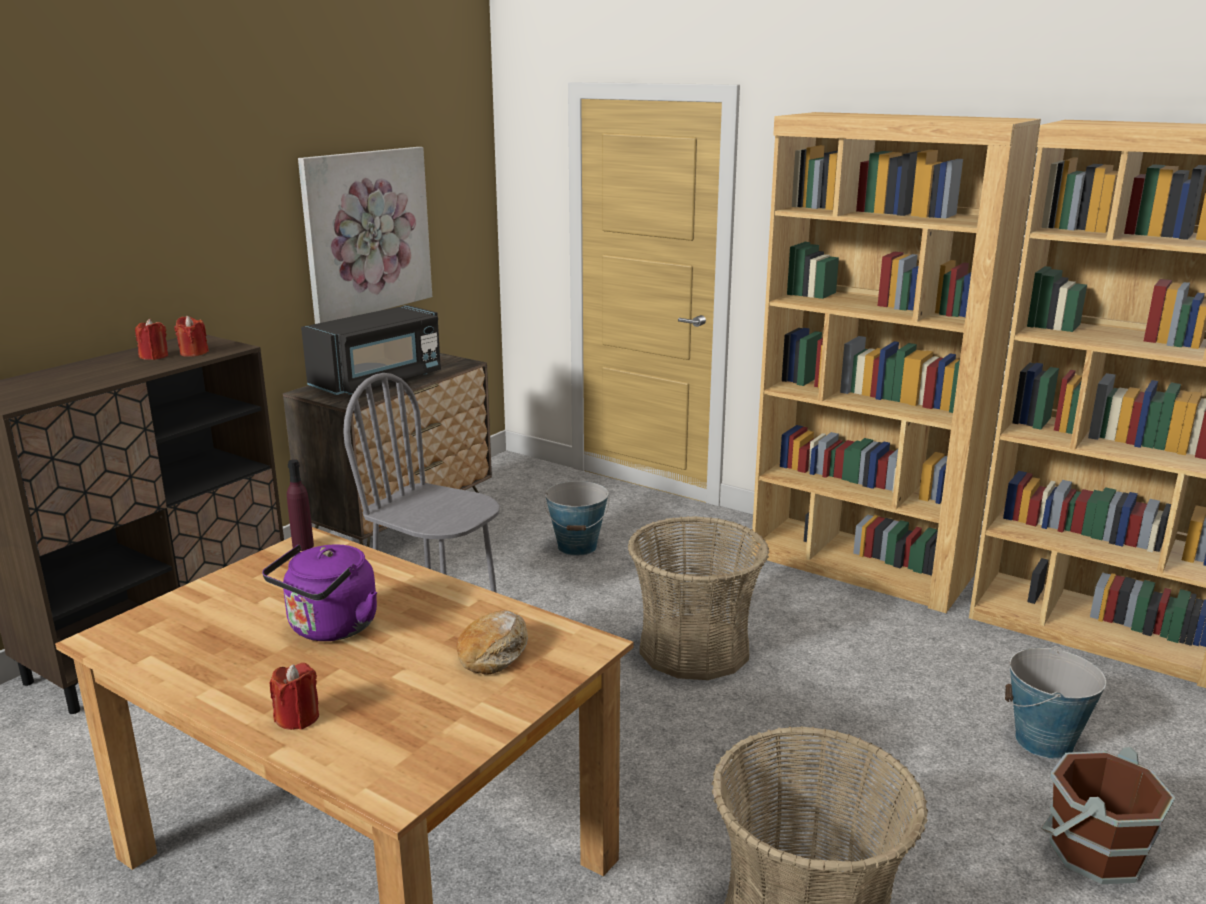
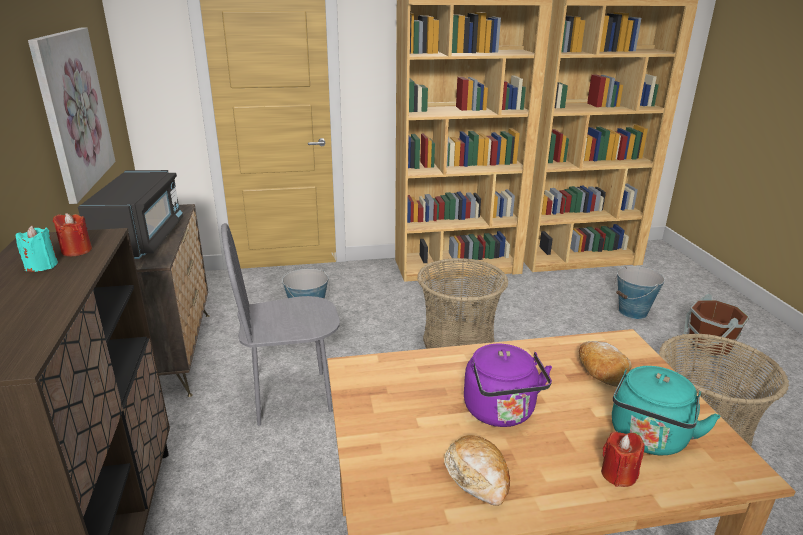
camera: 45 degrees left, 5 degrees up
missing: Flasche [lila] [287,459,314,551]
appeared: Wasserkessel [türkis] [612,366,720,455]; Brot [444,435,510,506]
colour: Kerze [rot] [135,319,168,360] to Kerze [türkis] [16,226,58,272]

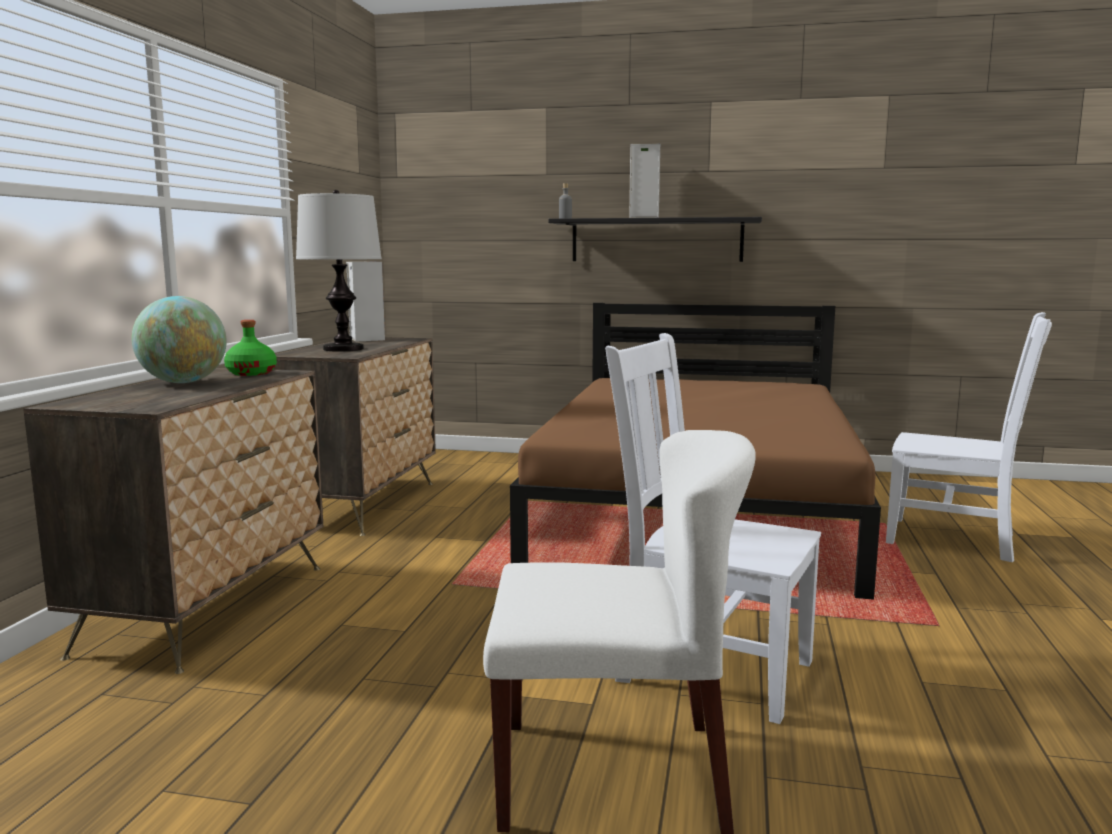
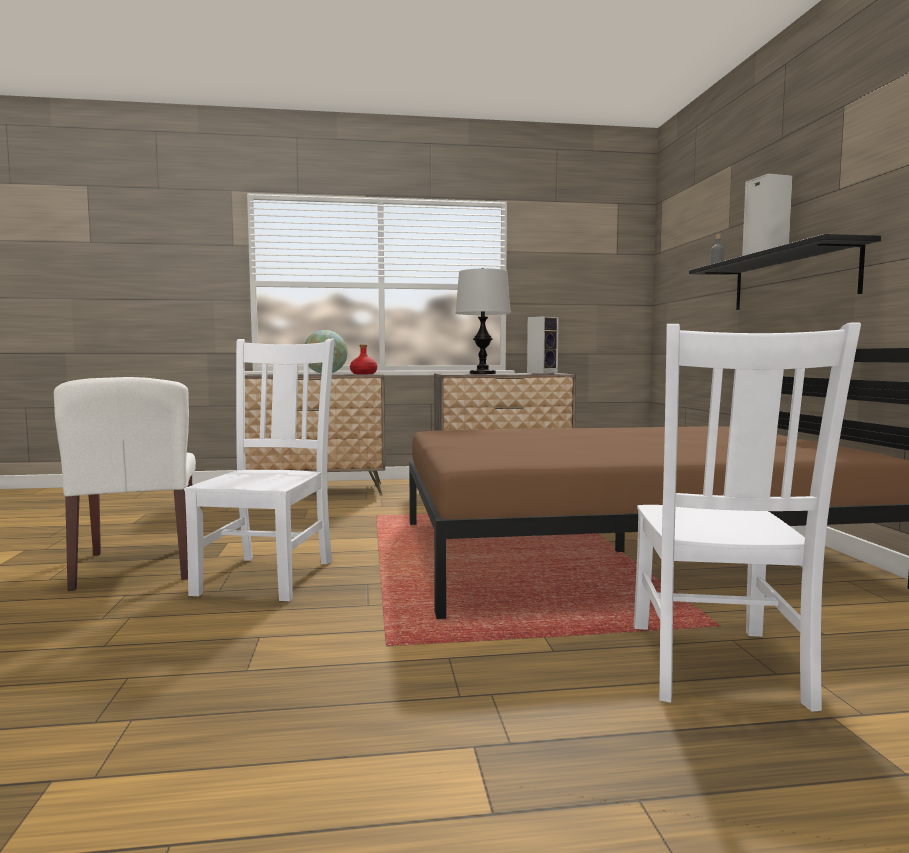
camera: 70 degrees right, 5 degrees down
colour: Flasche [grün] [224,320,277,376] to Flasche [rot] [350,344,377,374]

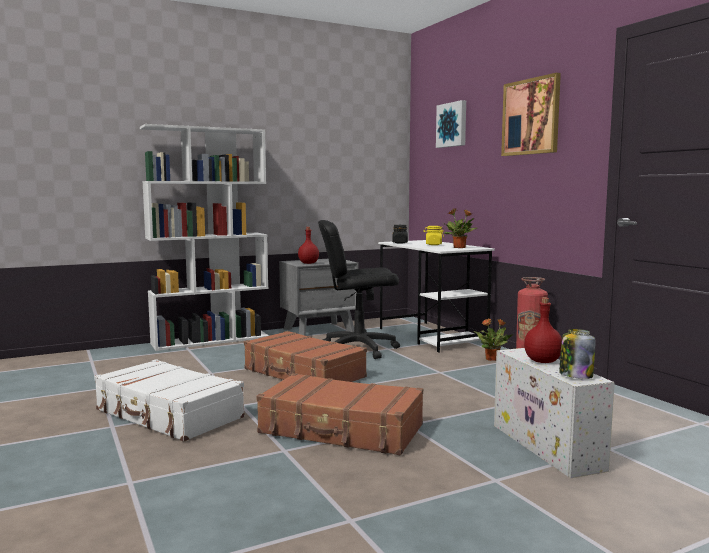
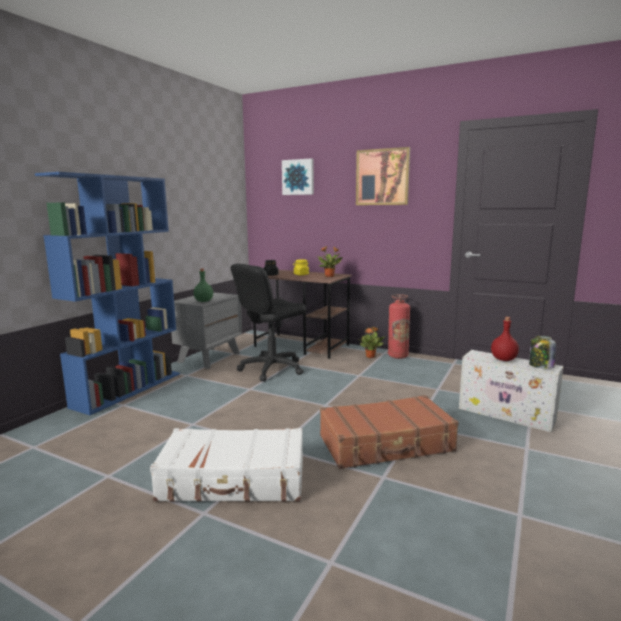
camera: 35 degrees left, 5 degrees up
missing: Koffer [braun] [244,331,367,382]
colour: Bücherregal [weiß] [140,124,269,351] to Bücherregal [blau] [35,172,180,415]; Flasche [rot] [298,227,319,264] to Flasche [grün] [194,269,213,302]; Schreibtisch [weiß] [378,240,495,352] to Schreibtisch [braun] [253,270,352,359]

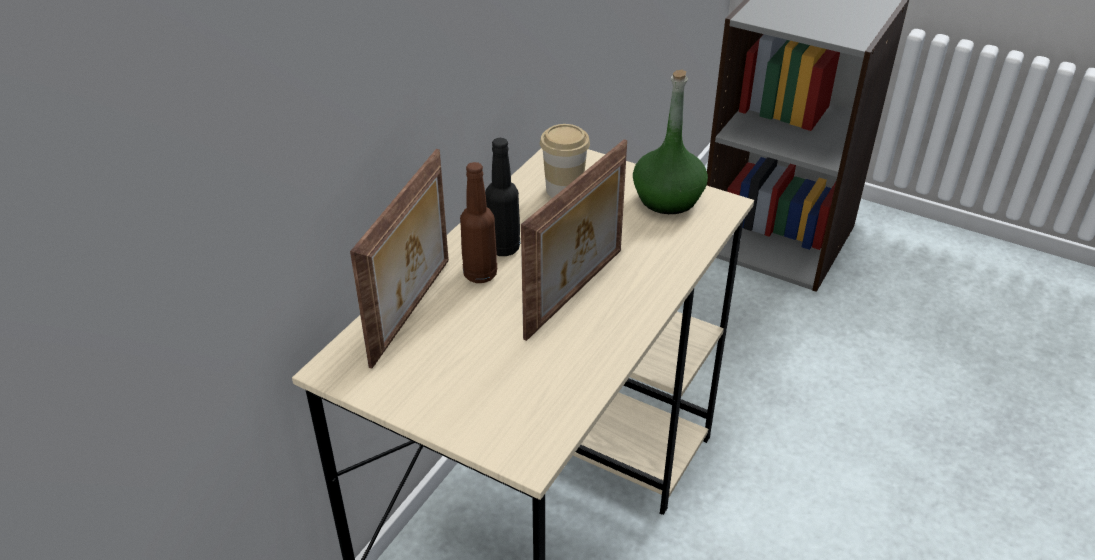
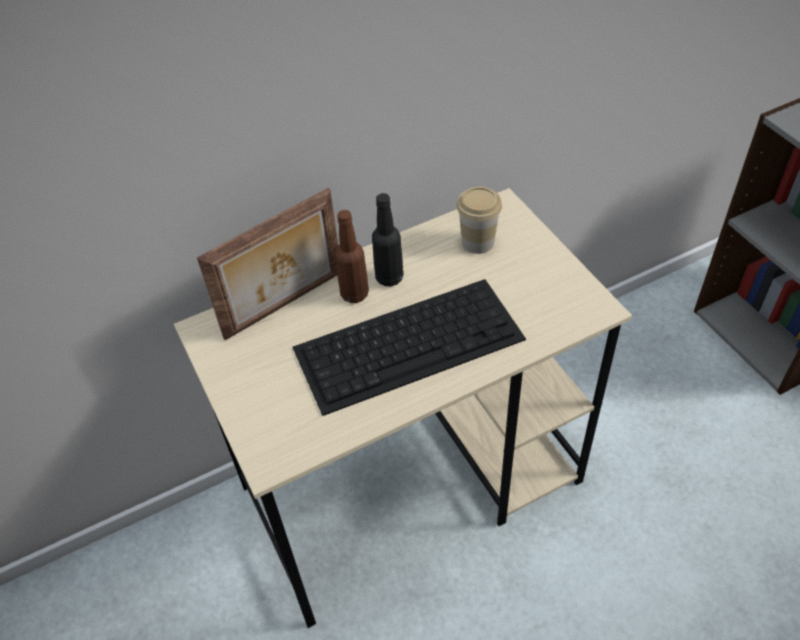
camera: 35 degrees right, 10 degrees up
missing: Flasche [grün] [633,70,708,214]
exchanged: Bilderrahmen [521,139,627,341] to Tastatur [293,279,526,416]

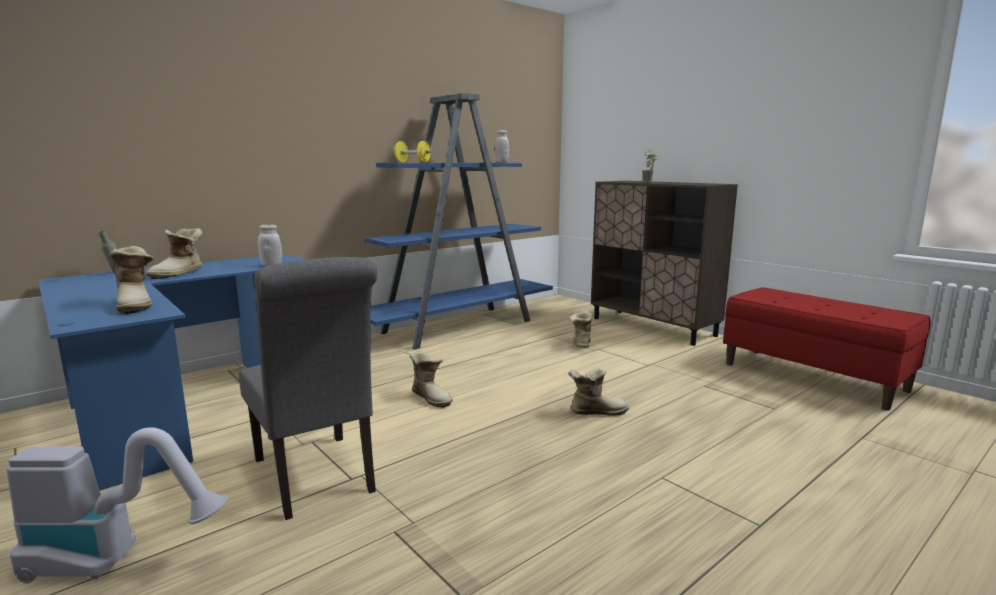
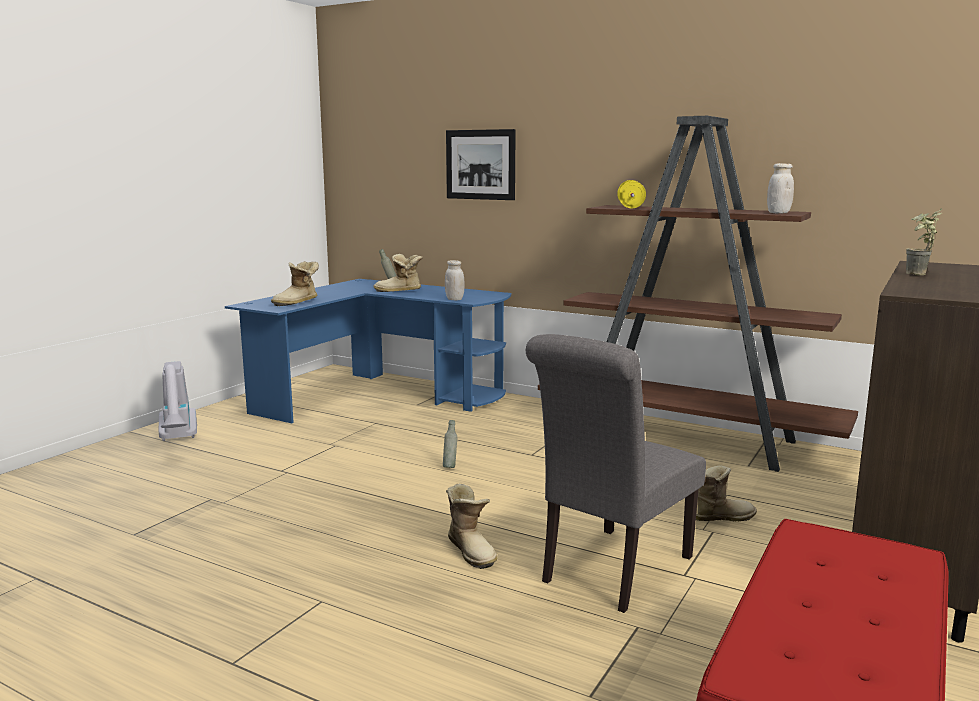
camera: 70 degrees right, 0 degrees up
appeared: Bild [446,129,516,200]
relocated: Stuhl [grau] [239,257,377,520] to [526,334,706,613]
exchanged: Stiefel [410,351,453,408] to Flasche [grau] [443,420,457,468]
colour: Bücherregal [blau] [364,93,553,350] to Bücherregal [braun] [538,116,858,472]

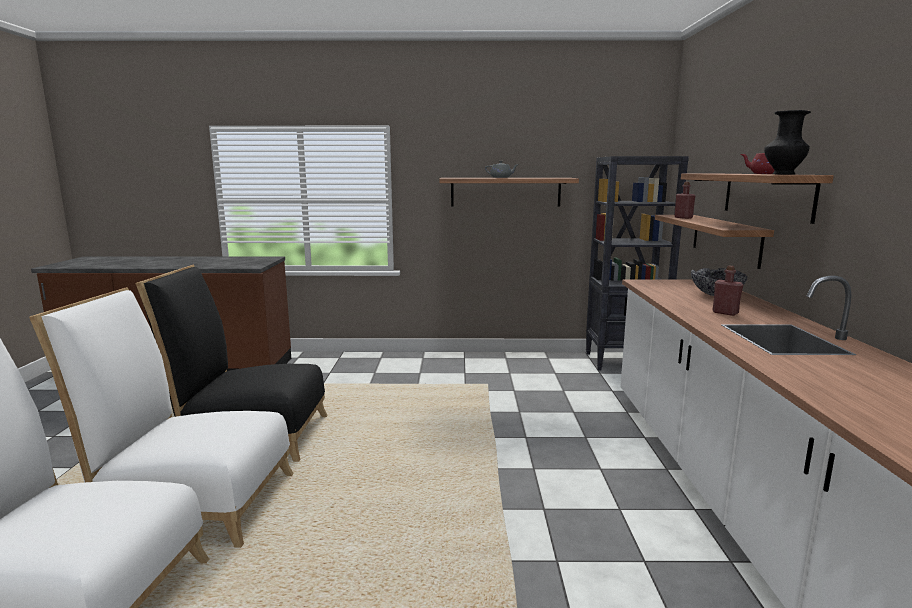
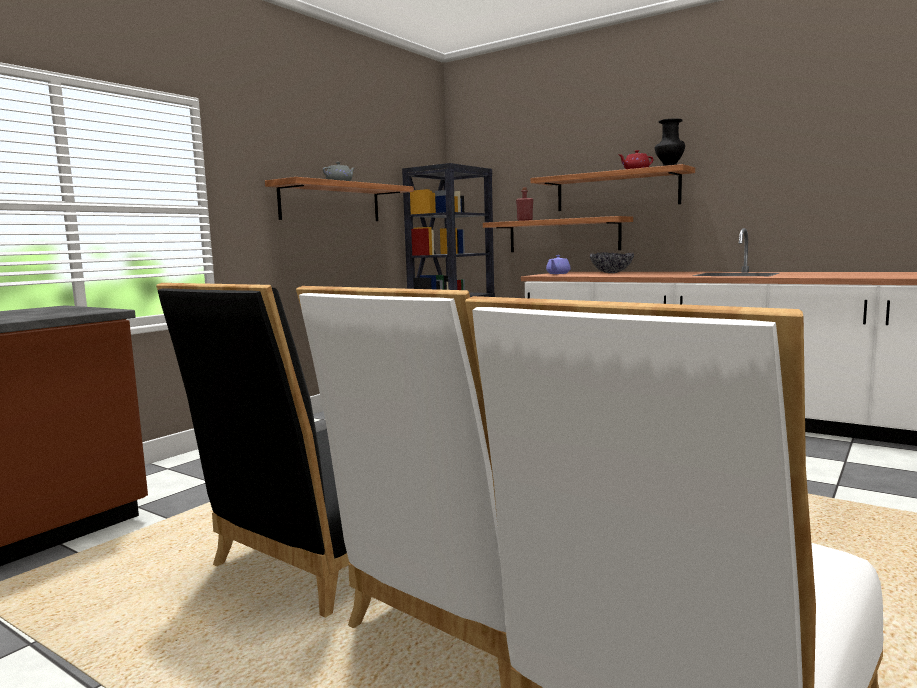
camera: 55 degrees left, 5 degrees down
missing: Flasche [rot] [712,266,743,316]
appeared: Teekanne [lila] [546,255,571,274]

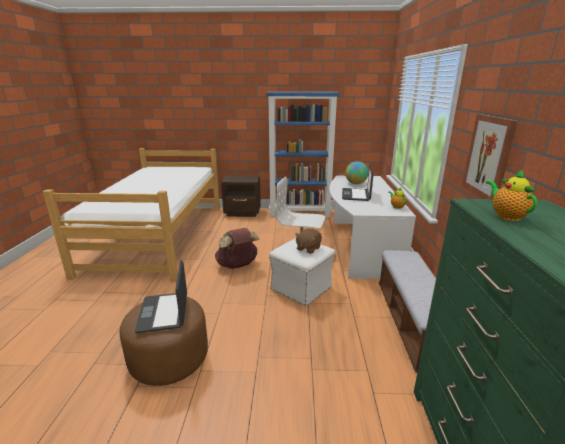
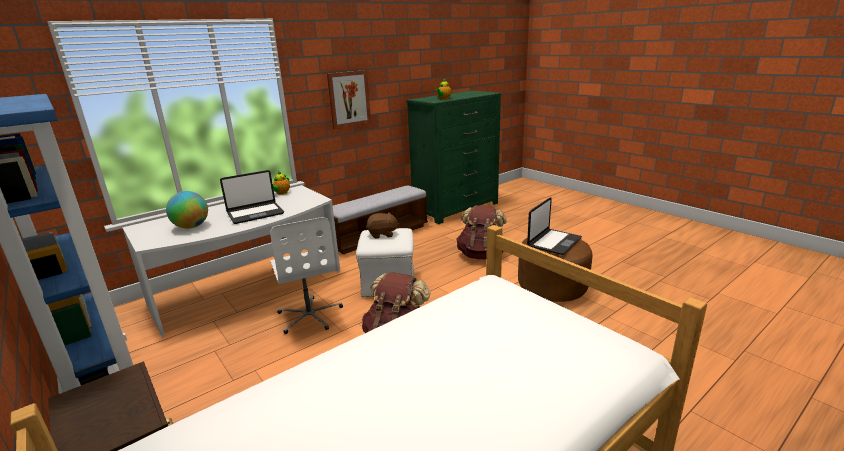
camera: 130 degrees left, 0 degrees up
appeared: Rucksack [braun] [456,205,507,259]

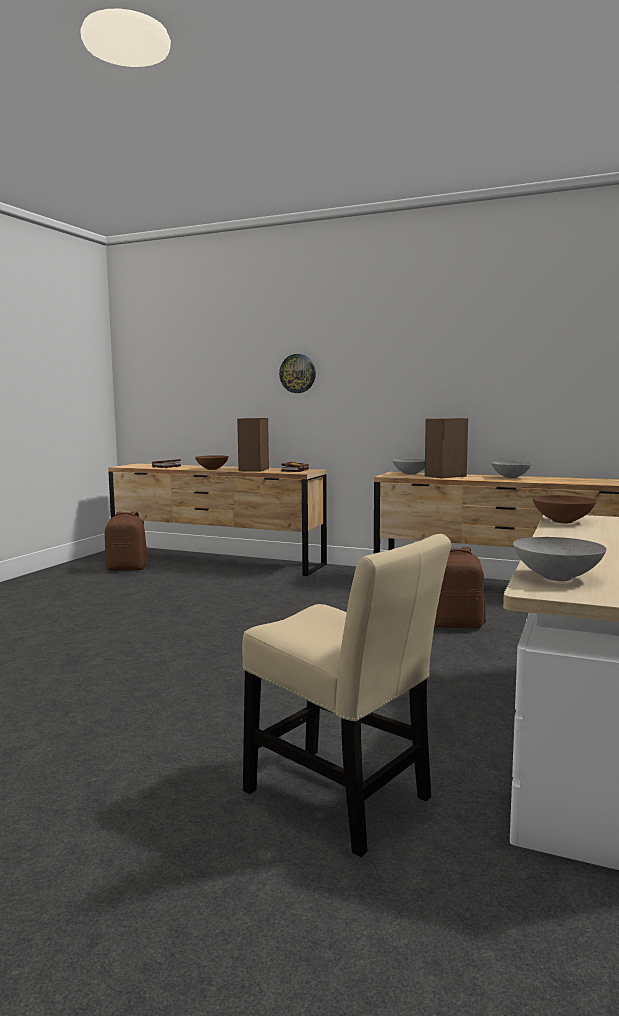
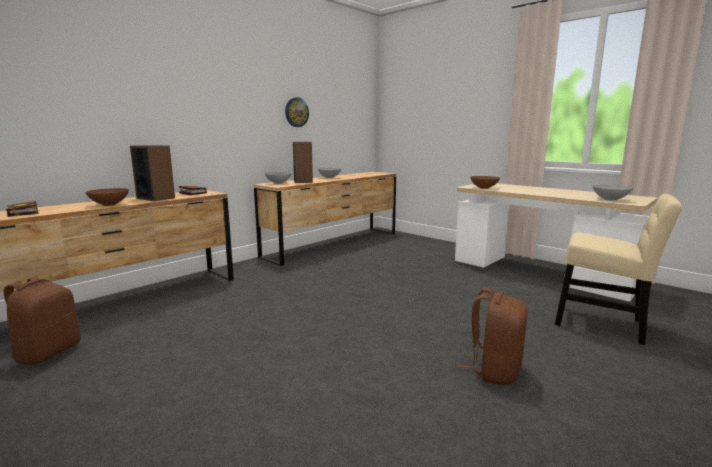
camera: 70 degrees left, 5 degrees up
relocated: Wanduhr [279,354,316,393] to [285,97,309,127]; Rucksack [braun] [434,547,486,628] to [459,288,528,385]
spun: Stuhl [beige] [242,534,451,857] = [555,194,682,345] 60 degrees clockwise

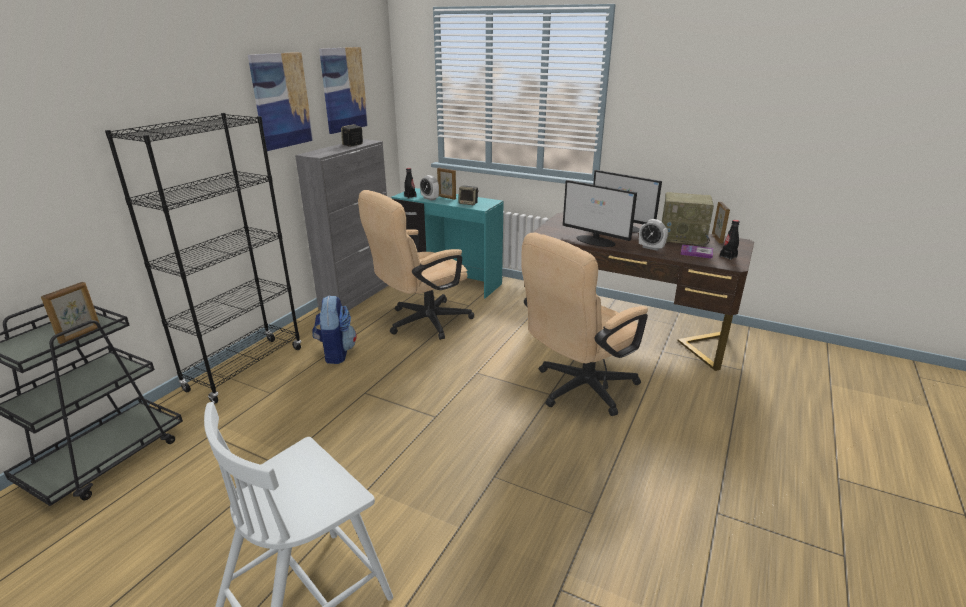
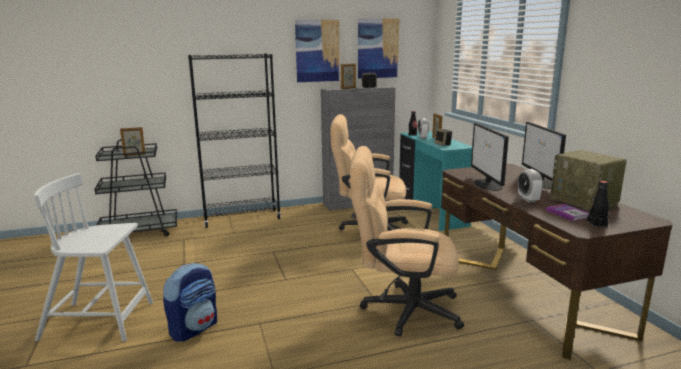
camera: 45 degrees right, 10 degrees down
relocated: Bilderrahmen [712,202,730,244] to [341,63,356,89]; Rucksack [313,295,357,364] to [163,263,217,342]

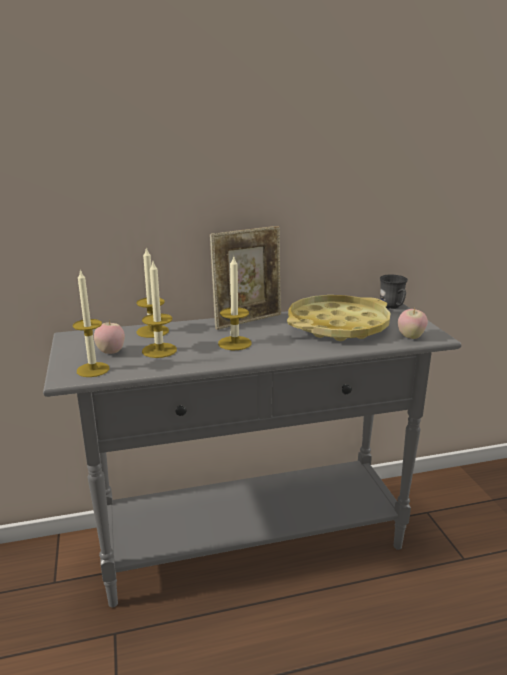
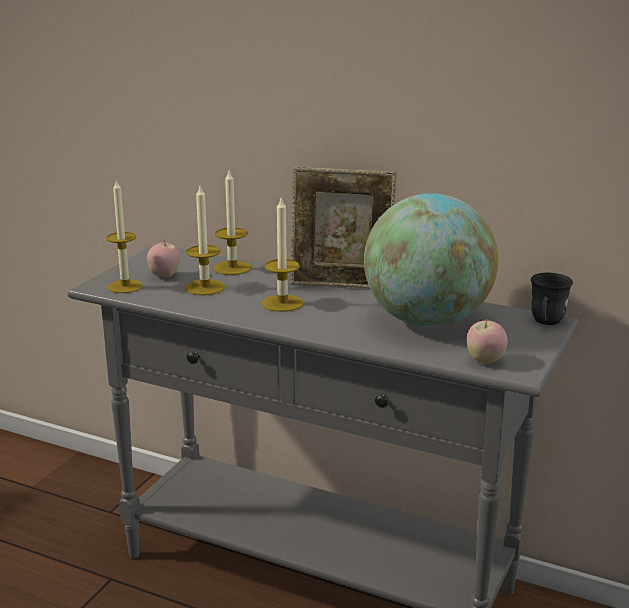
camera: 40 degrees right, 0 degrees up
exchanged: Tablett [gelb] [287,295,391,341] to Globus [364,193,498,327]

